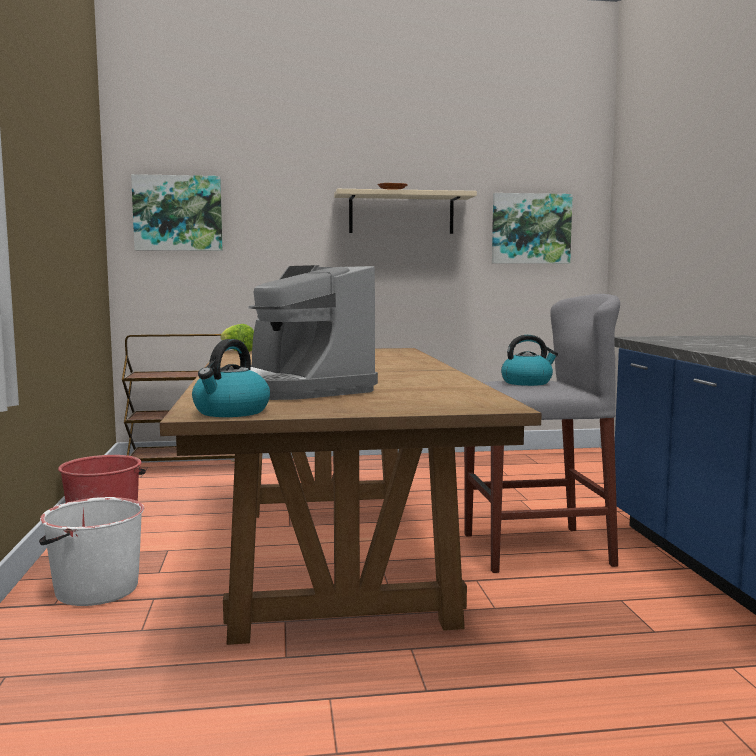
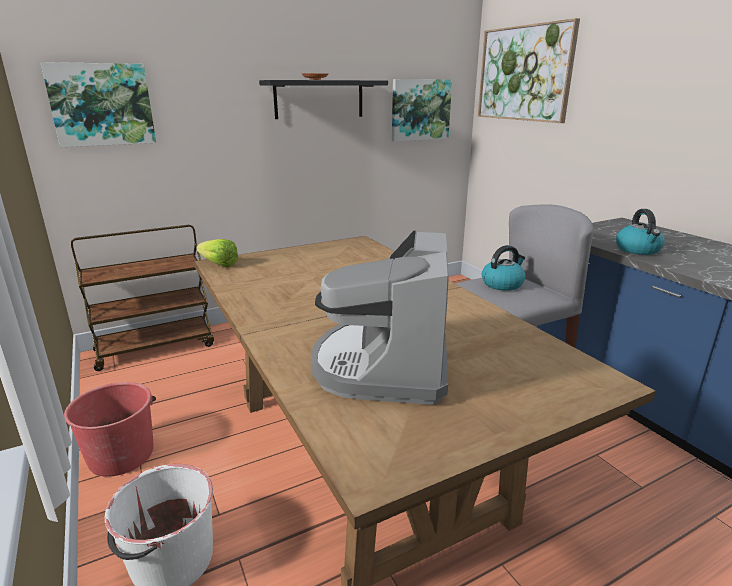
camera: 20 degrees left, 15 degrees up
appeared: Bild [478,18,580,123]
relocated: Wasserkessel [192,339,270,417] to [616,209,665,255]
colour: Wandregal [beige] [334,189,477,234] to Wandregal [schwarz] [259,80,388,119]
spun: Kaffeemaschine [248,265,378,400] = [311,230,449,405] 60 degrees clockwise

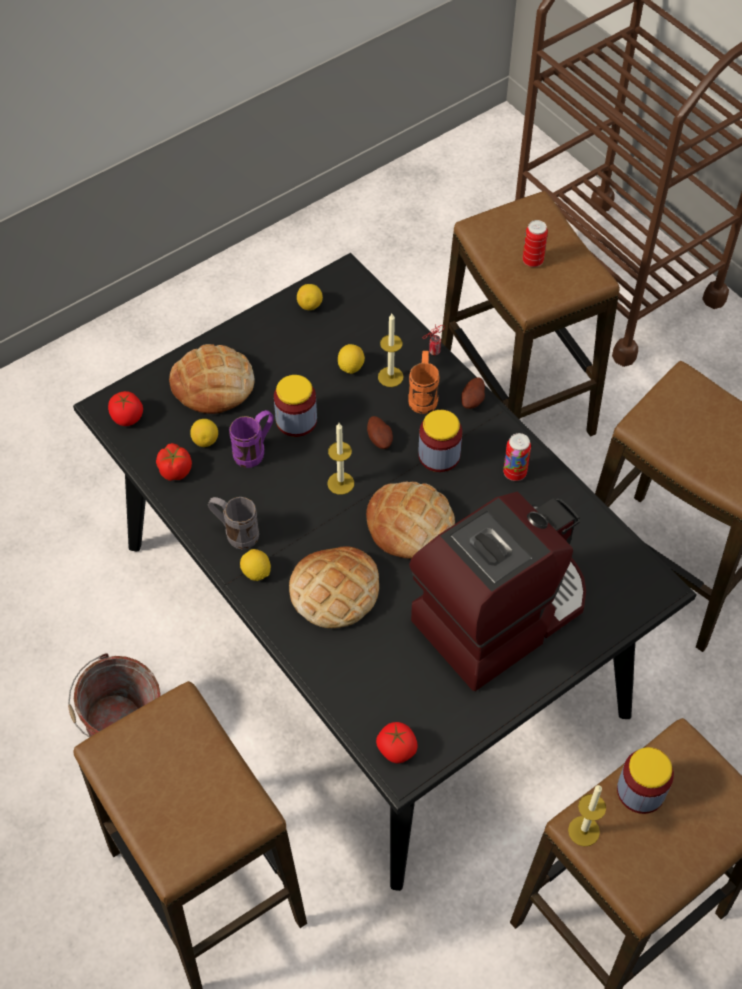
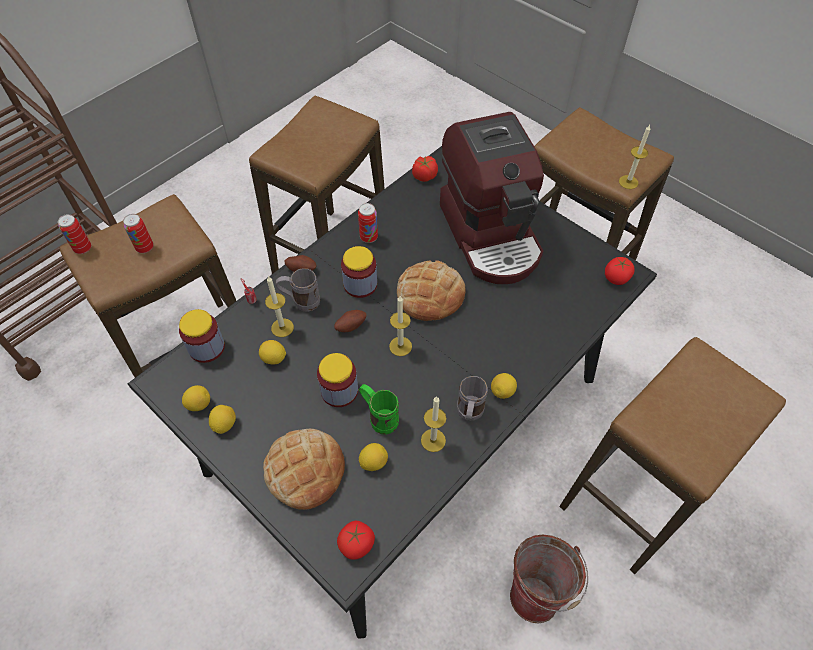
camera: 100 degrees left, 0 degrees up
missing: Brot [289,546,379,628]
appeared: Dose [58,214,91,254]; Kerze [421,397,446,452]; Zitrone [209,405,236,434]
relocated: Tomate [156,443,192,481] to [412,156,438,182]; Vorratsglas [617,747,674,814] to [179,309,225,363]
colour: Henkelbecher [orange] [408,351,440,414] to Henkelbecher [grau] [276,268,320,312]; Henkelbecher [lila] [229,410,274,468] to Henkelbecher [grün] [359,384,399,435]
spun: Kaffeemaschine [409,492,586,691] = [440,112,544,284] 150 degrees counterclockwise

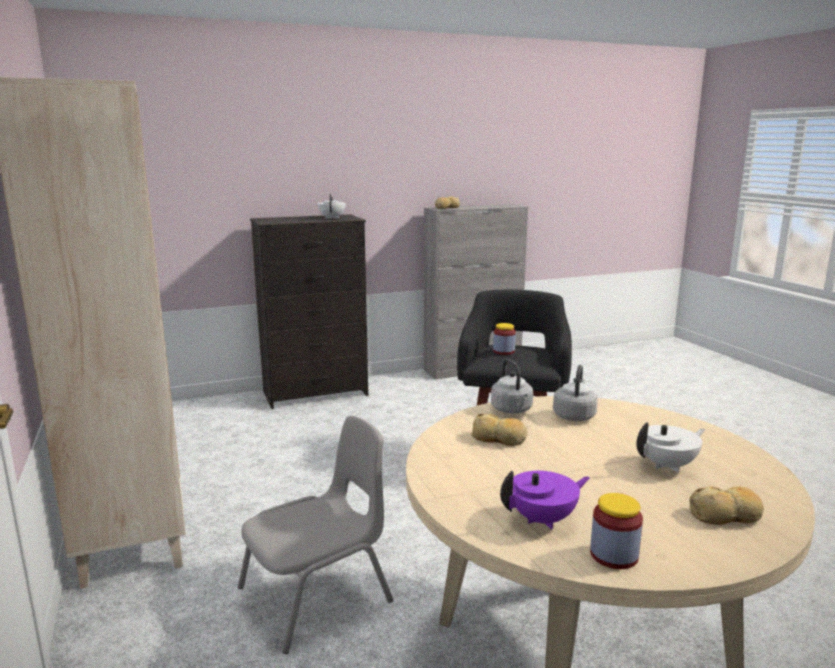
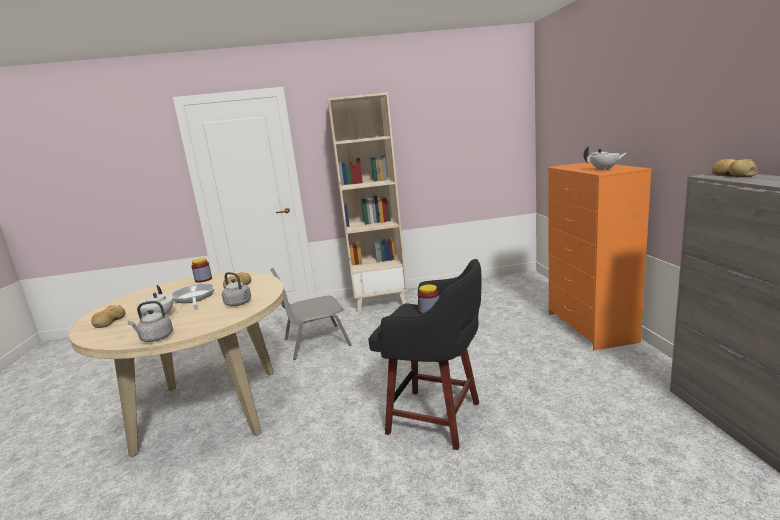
camera: 105 degrees right, 0 degrees up
missing: Teekanne [lila] [500,471,590,530]
appeared: Pfanne [171,284,214,307]
relocated: Wasserkessel [grau] [491,359,533,414] to [127,301,173,342]; Vorratsglas [590,493,643,569] to [191,258,212,283]
colour: Kommode [schwarz] [250,214,368,409] to Kommode [orange] [547,162,652,351]
spun: Stuhl [grau] [238,416,393,654] = [270,268,352,360] 90 degrees clockwise

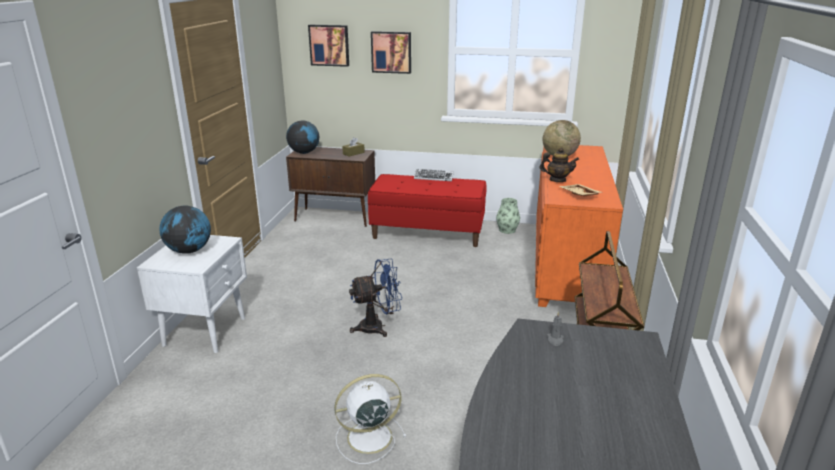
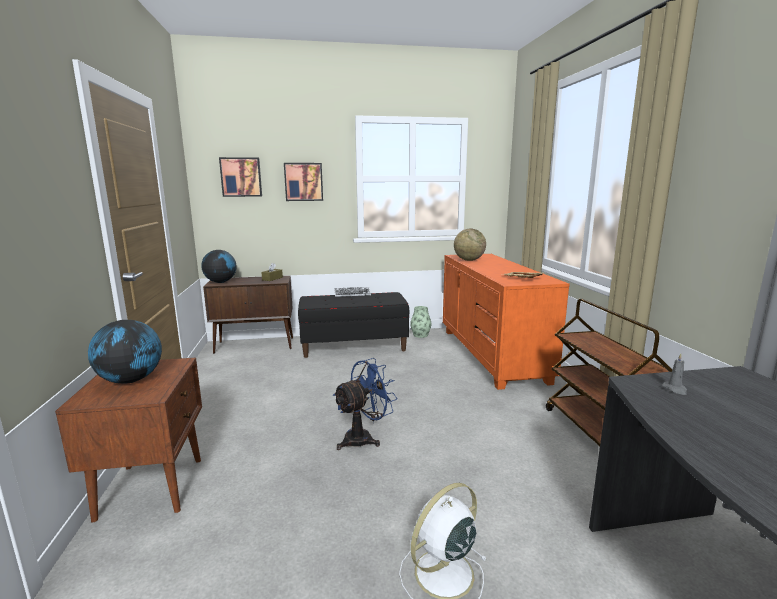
camera: 20 degrees left, 10 degrees down
missing: Teekanne [540,147,579,182]
colour: Bank [rot] [368,174,487,247] to Bank [schwarz] [298,292,409,358]; Nachttisch [weiß] [137,235,247,353] to Nachttisch [braun] [55,358,202,523]

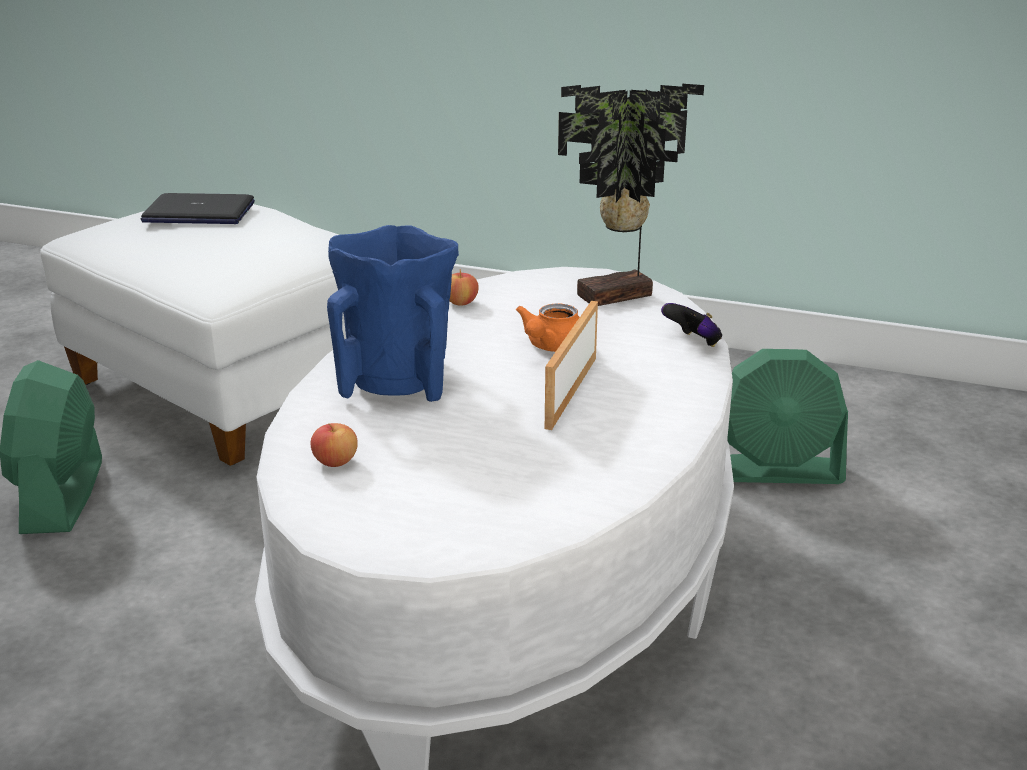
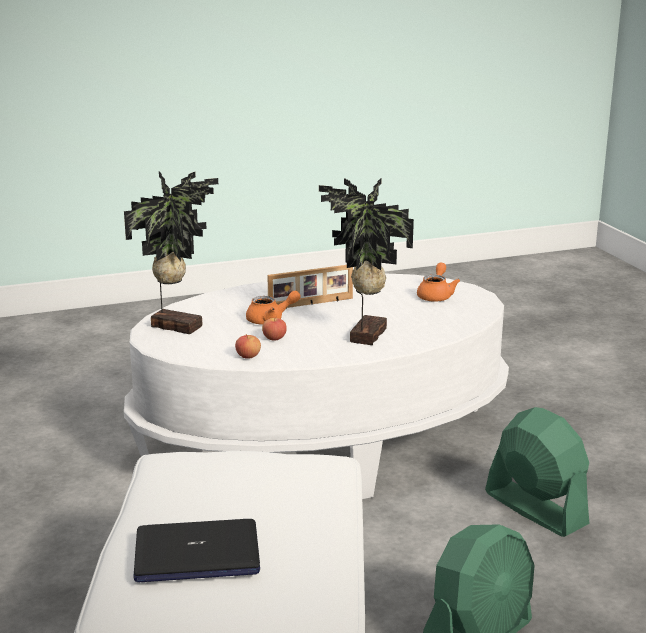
camera: 130 degrees left, 5 degrees down
missing: Gamepad [661,303,722,347]
appeared: Teekanne [orange] [417,262,460,302]
relocated: Ventilator [grün] [727,349,848,484] to [485,407,590,537]; Apfel [311,423,358,467] to [262,316,287,341]
exchanged: Vase [blau] [327,225,459,402] to Topfpflanze [319,178,414,345]
spun: Laptop [141,193,255,224] = [133,519,260,582] 120 degrees clockwise

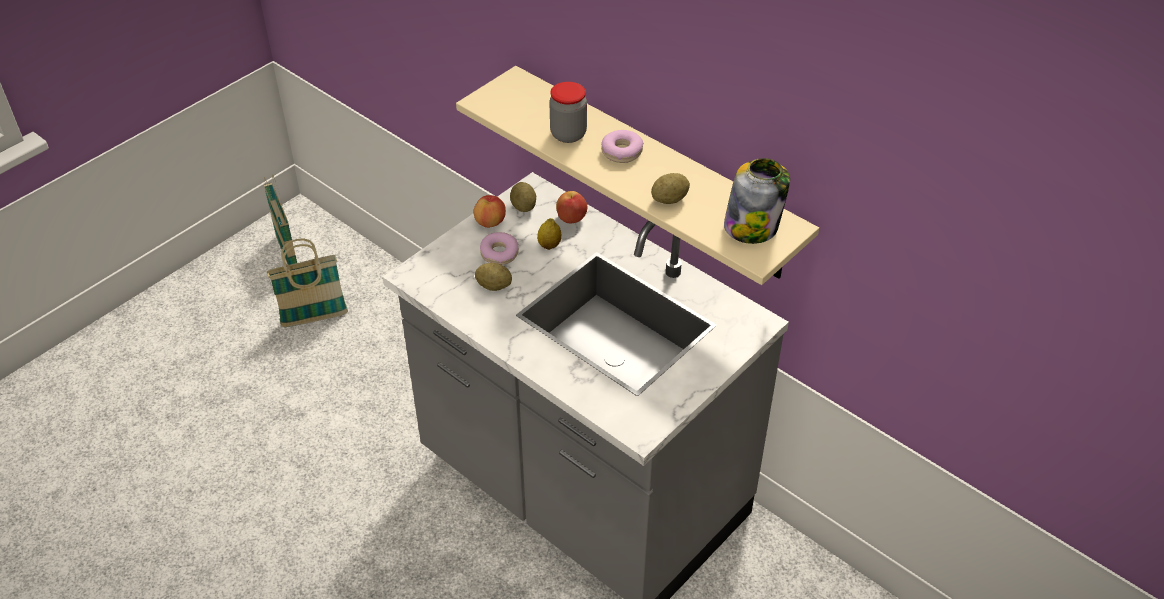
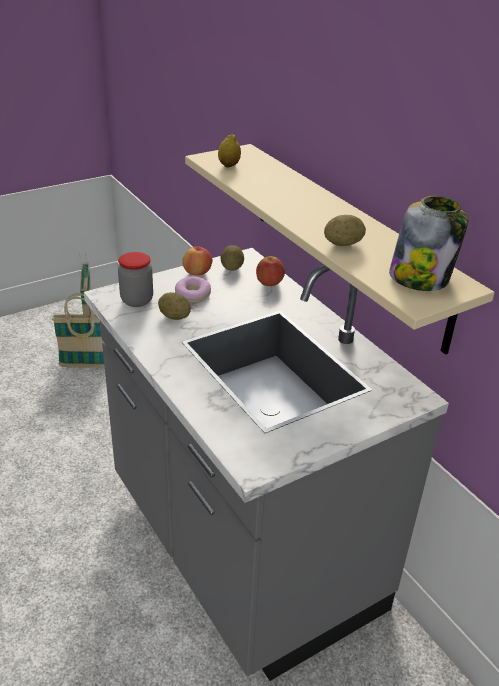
camera: 15 degrees right, 10 degrees down
missing: Donut [601,130,643,163]
relocated: Vorratsglas [549,82,587,143] to [118,252,153,307]; Zitrone [537,218,561,250] to [218,134,241,167]

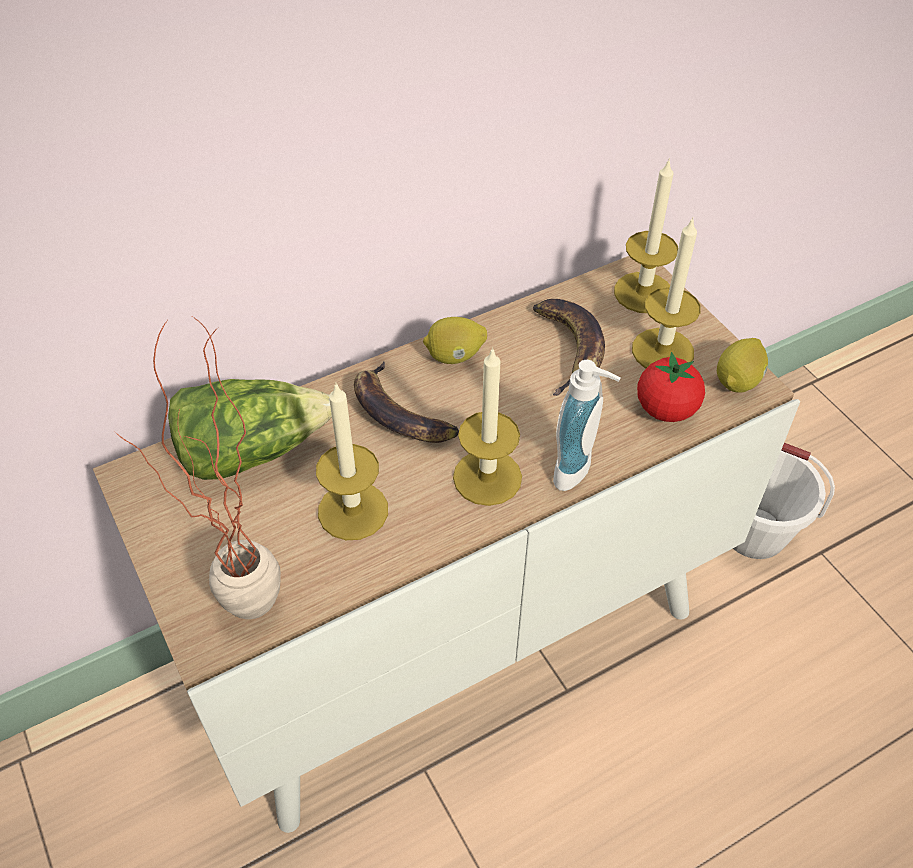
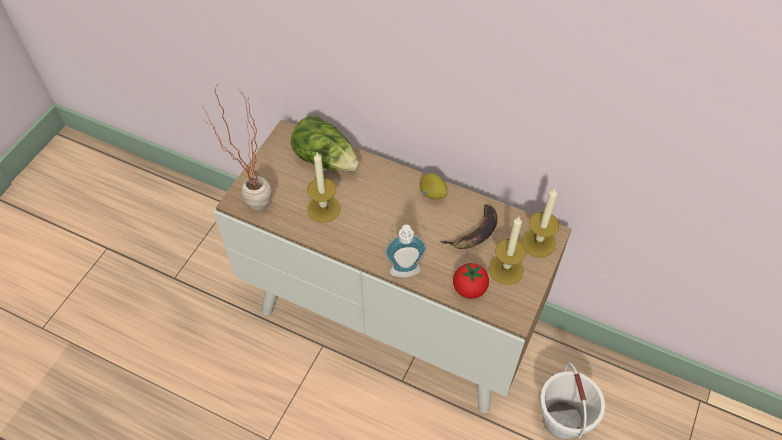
camera: 55 degrees right, 5 degrees up
missing: Zitrone [717,338,768,393]; Kerze [453,347,522,506]; Banane [354,361,459,443]

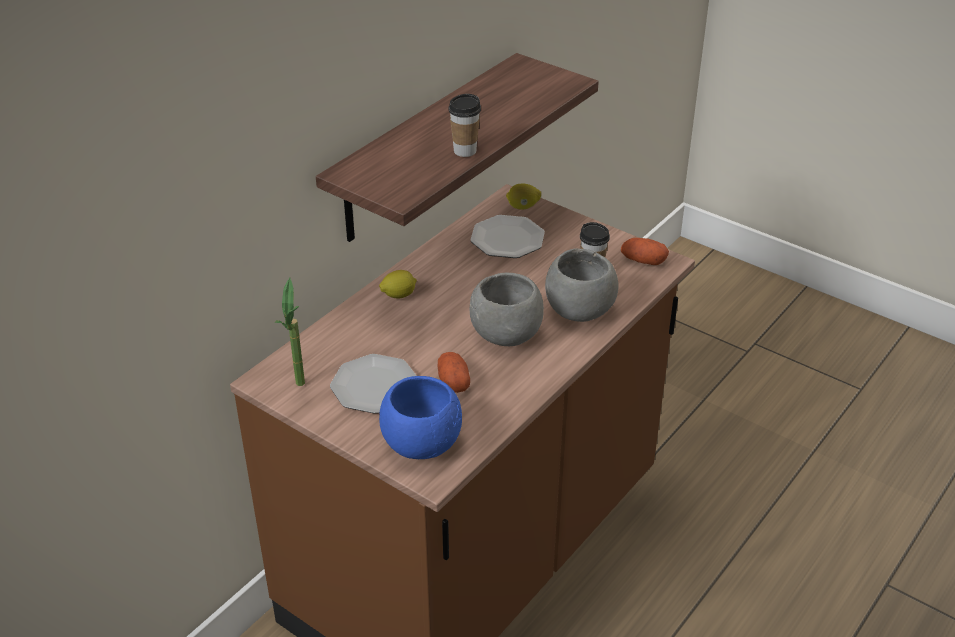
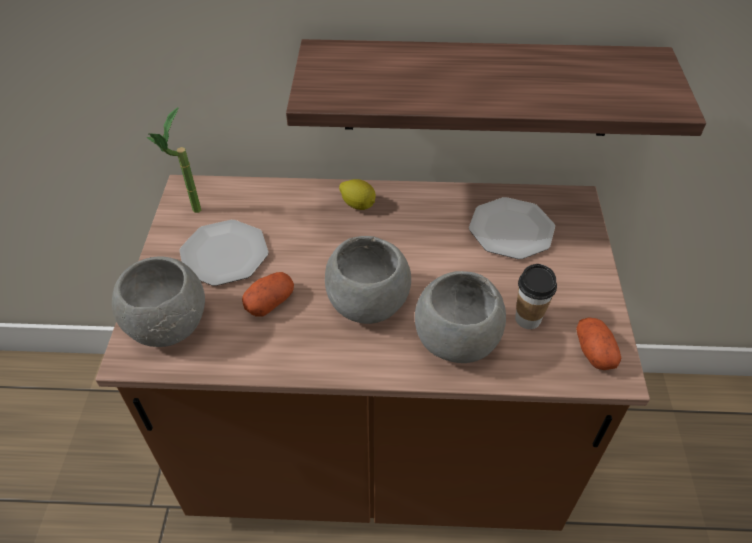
camera: 55 degrees right, 10 degrees up
missing: Tasse [449,94,481,157]; Zitrone [506,183,541,210]
colour: Schüssel [blau] [379,376,462,459] to Schüssel [grau] [112,257,205,347]

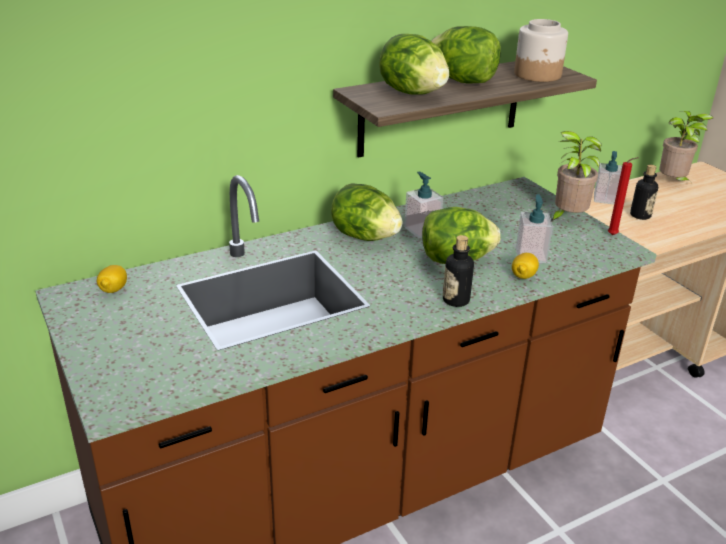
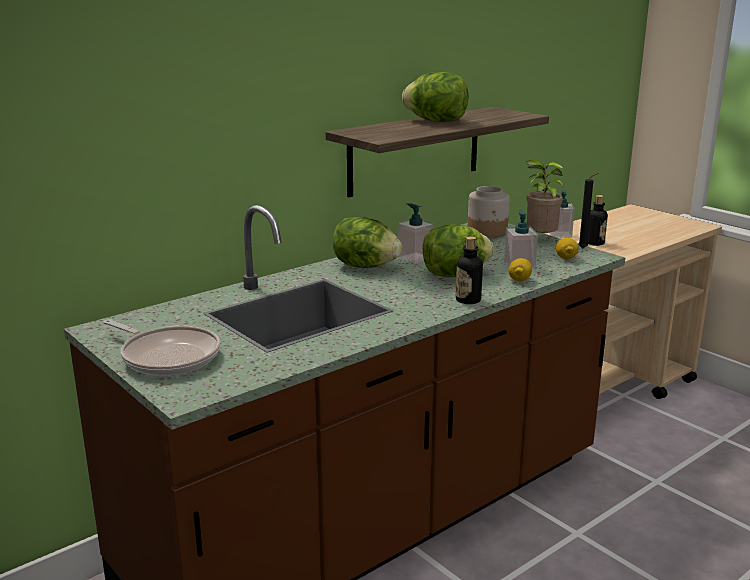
camera: 10 degrees left, 10 degrees down
missing: Salatkopf [379,34,449,95]; Topfpflanze [659,111,713,182]
appeared: Pfanne [103,319,220,376]
relocated: Vorratsglas [514,19,568,82] to [468,186,510,238]; Zitrone [97,265,127,293] to [556,238,579,259]
colour: Kerze [rot] [608,157,639,235] to Kerze [schwarz] [578,173,599,248]

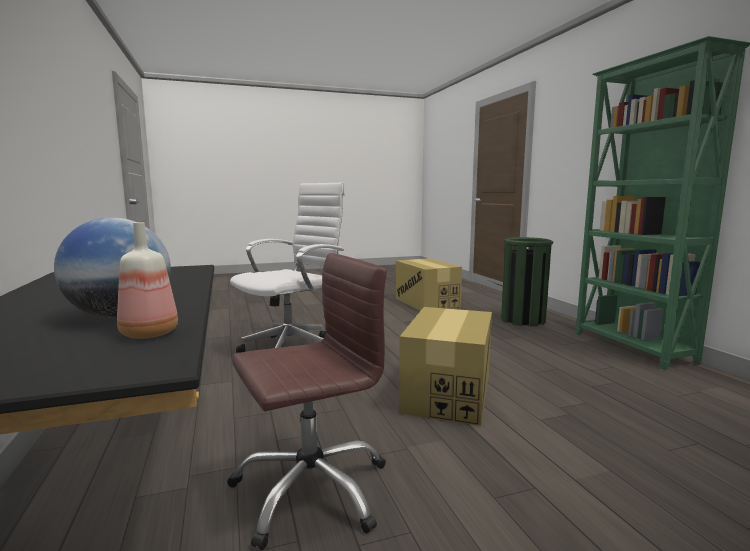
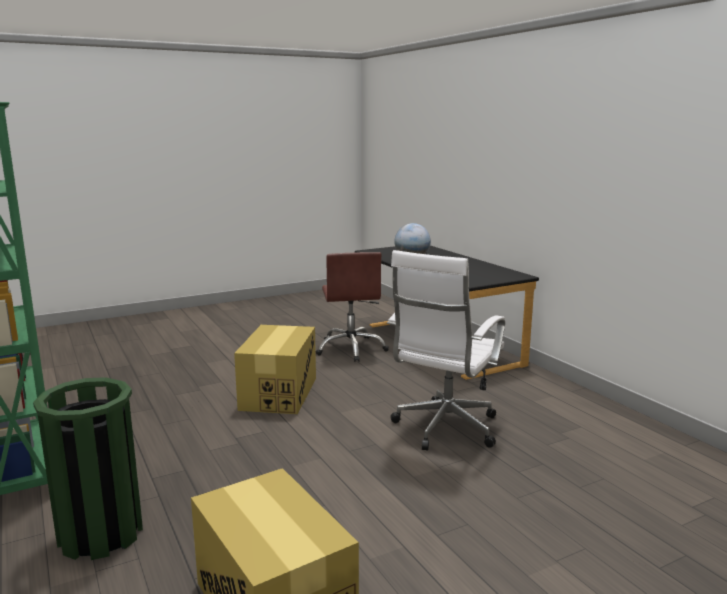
camera: 170 degrees right, 5 degrees up
missing: Flasche [117,222,178,339]
spun: Bürostuhl [braun] [227,253,387,550] = [316,252,389,362] 60 degrees counterclockwise

